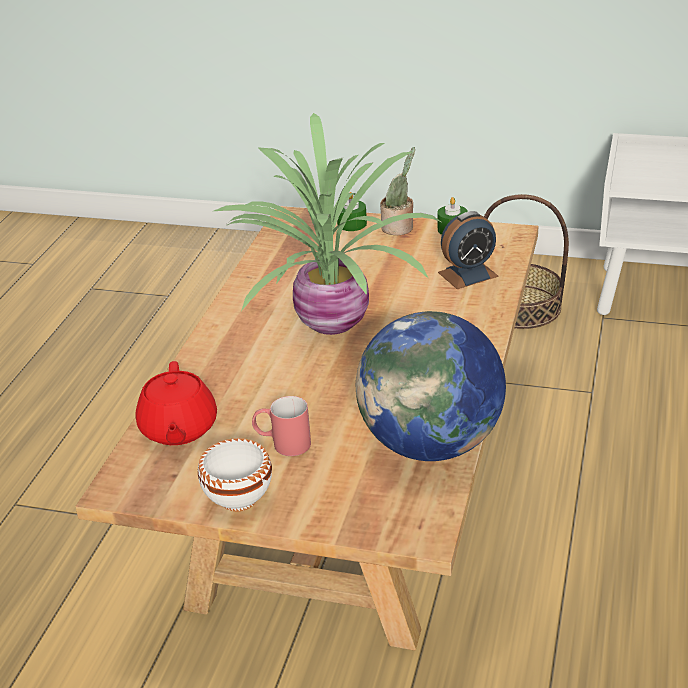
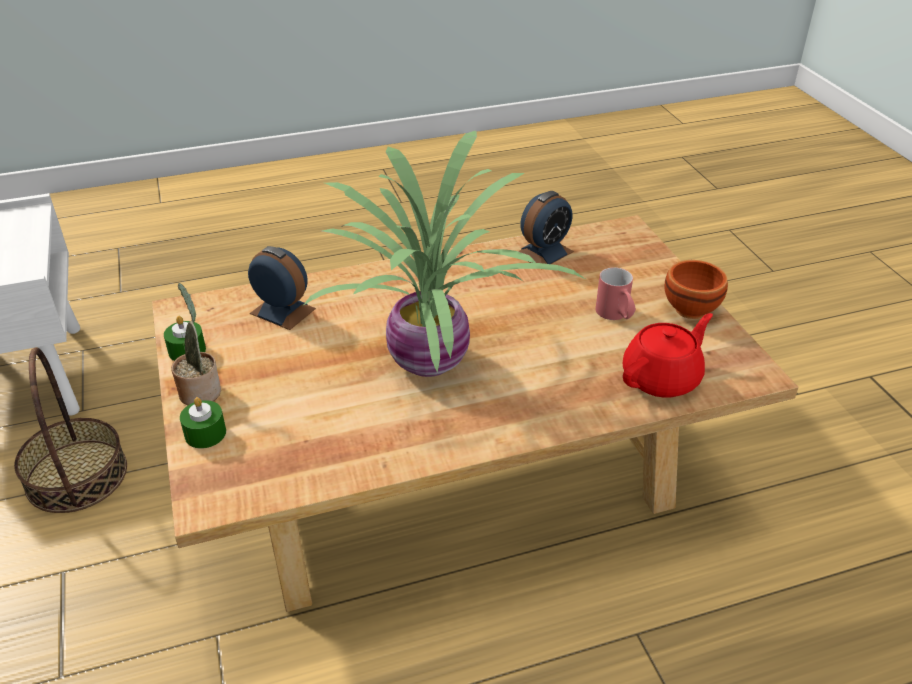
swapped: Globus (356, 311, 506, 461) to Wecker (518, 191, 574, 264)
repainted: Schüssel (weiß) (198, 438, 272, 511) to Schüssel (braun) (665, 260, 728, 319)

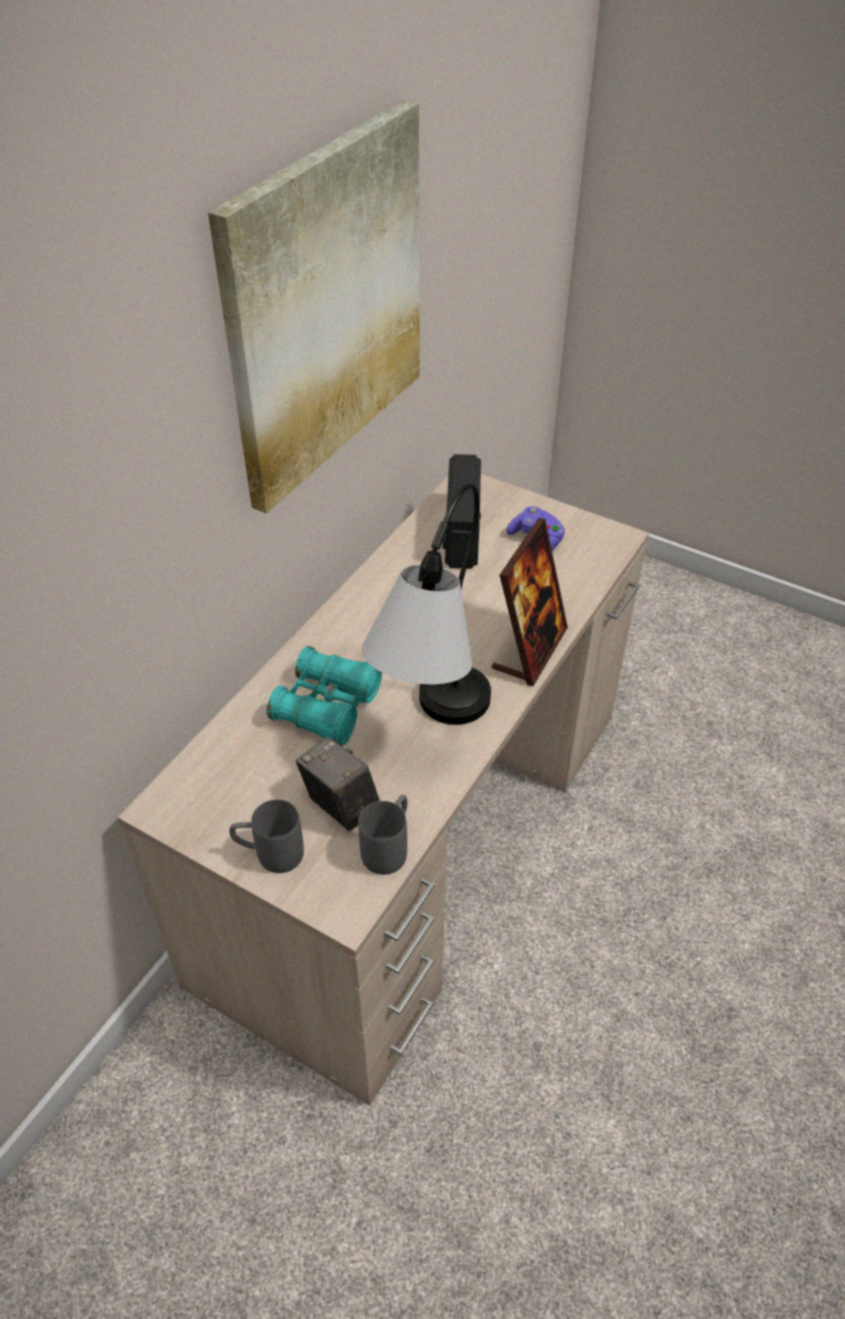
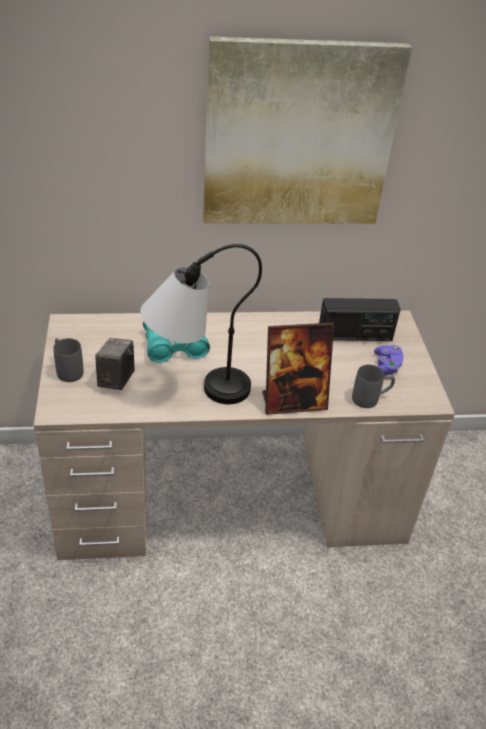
shifted: Henkelbecher (grau) (358, 795, 407, 875) to (352, 365, 395, 408)
rotated: Radio (442, 454, 481, 569) = (319, 298, 401, 341) 150 degrees counterclockwise

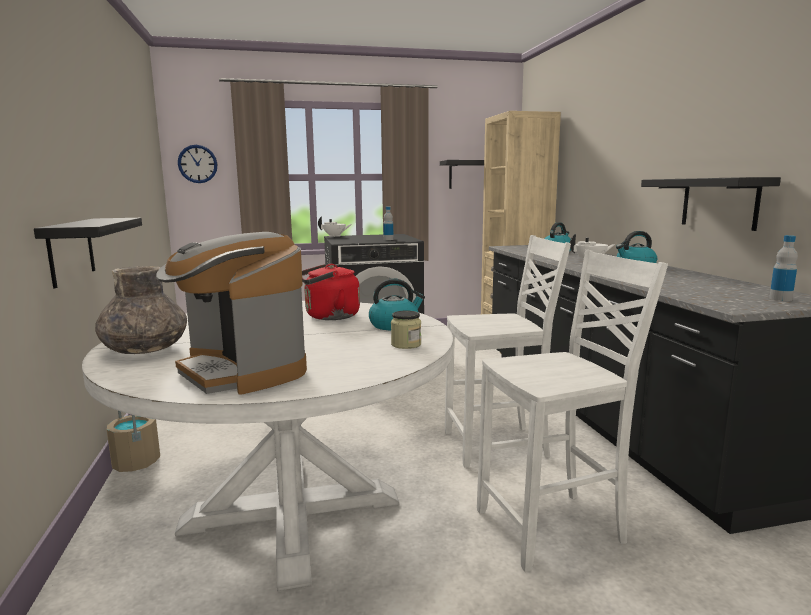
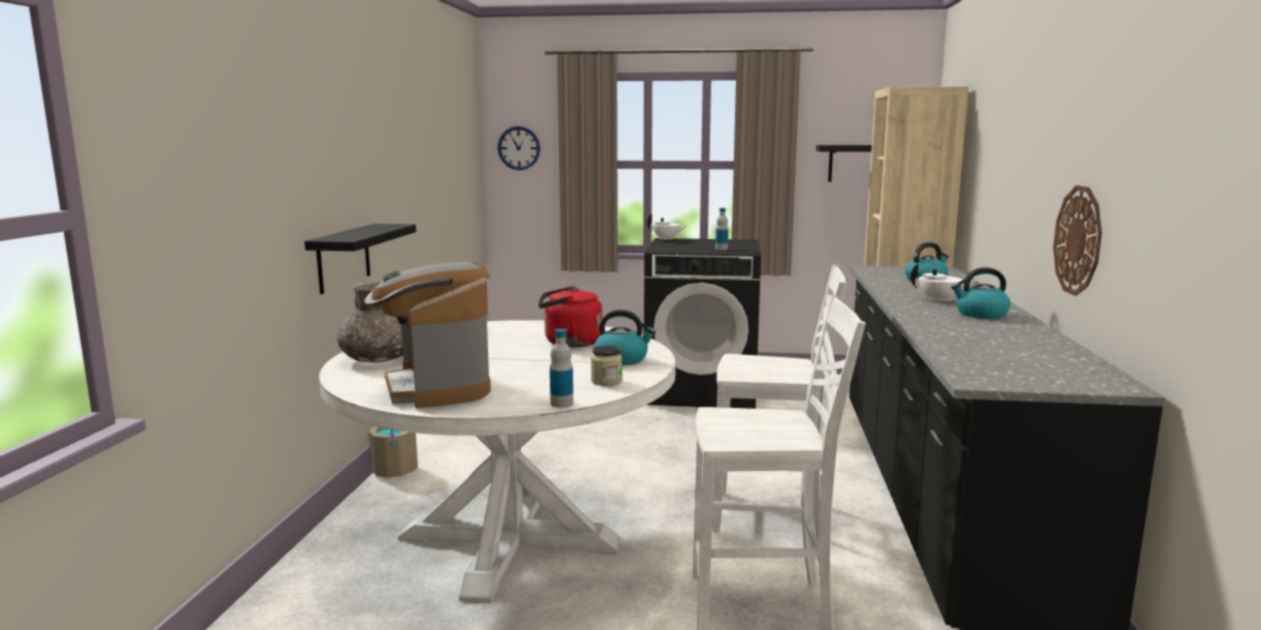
shifted: Flasche (769, 235, 798, 301) to (550, 329, 573, 408)
swapped: Wandregal (schwarz) (641, 177, 781, 231) to Wanduhr (1053, 185, 1102, 296)

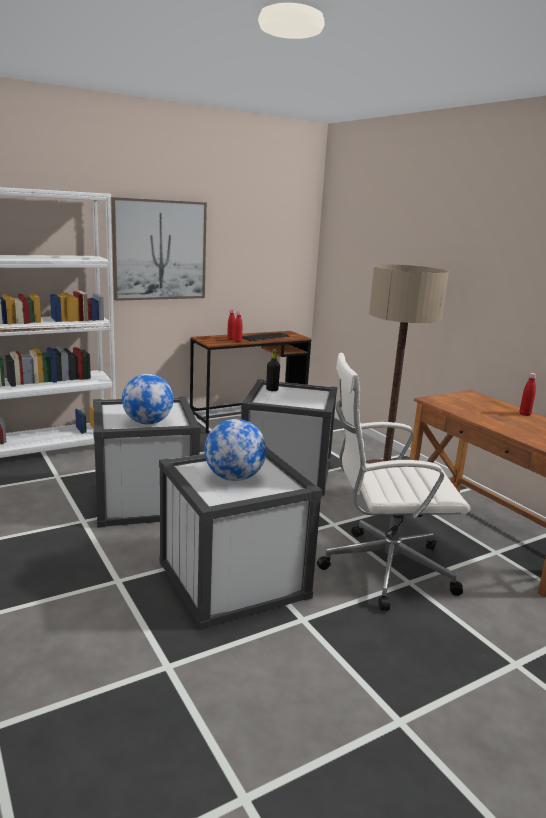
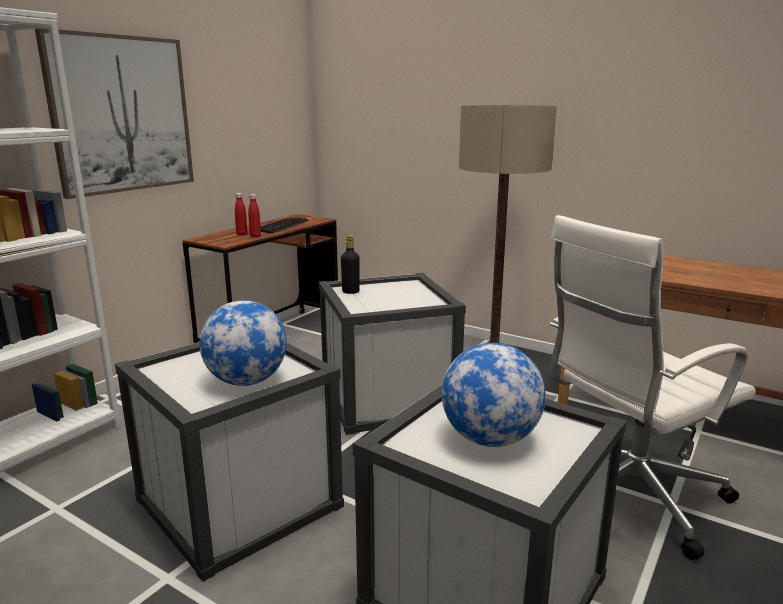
gone: Flasche (rot) (520, 373, 537, 416)

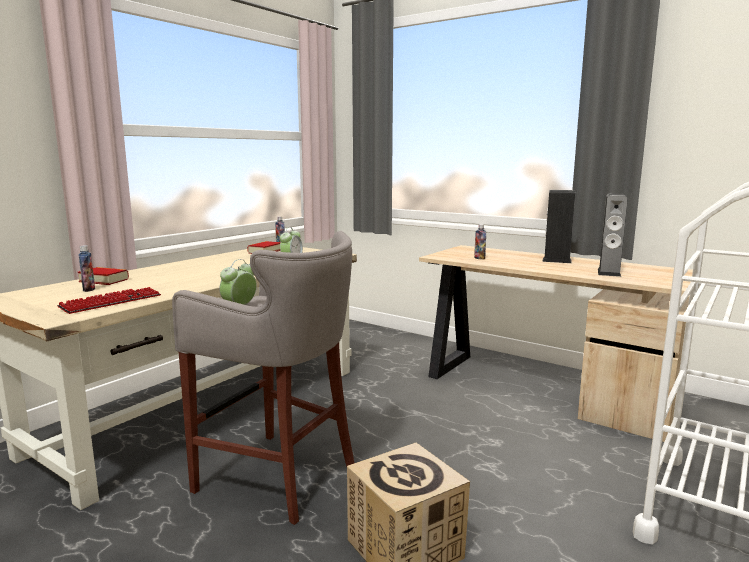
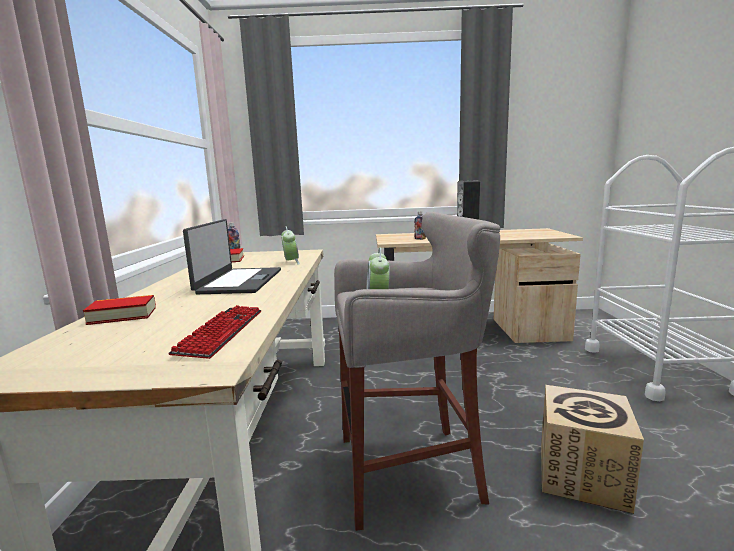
gone: Flasche (79, 245, 95, 292); Lautsprecher (598, 194, 628, 277)
new: Laptop (183, 219, 281, 294)

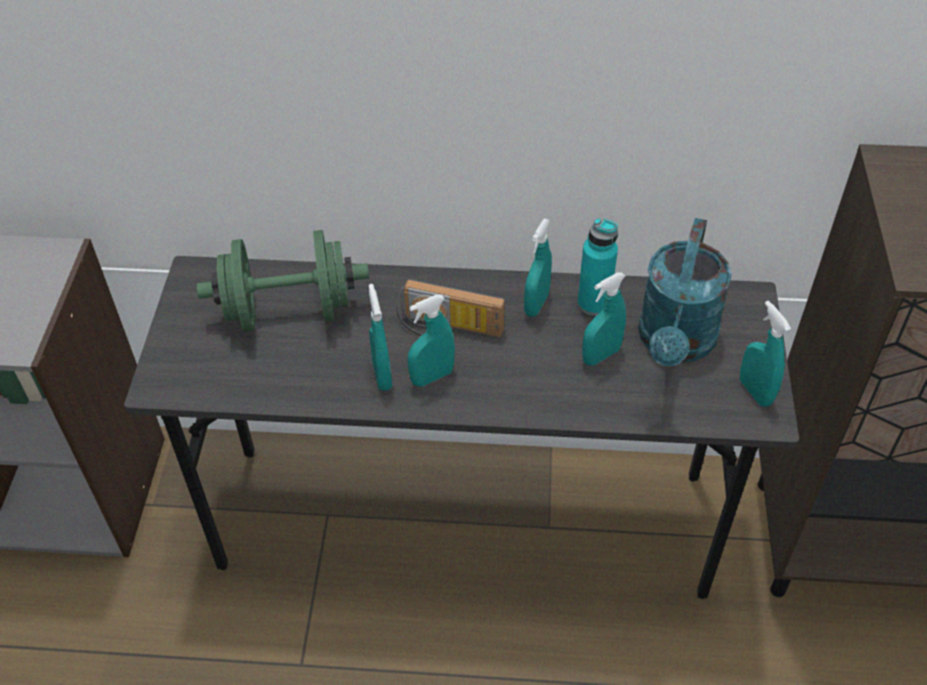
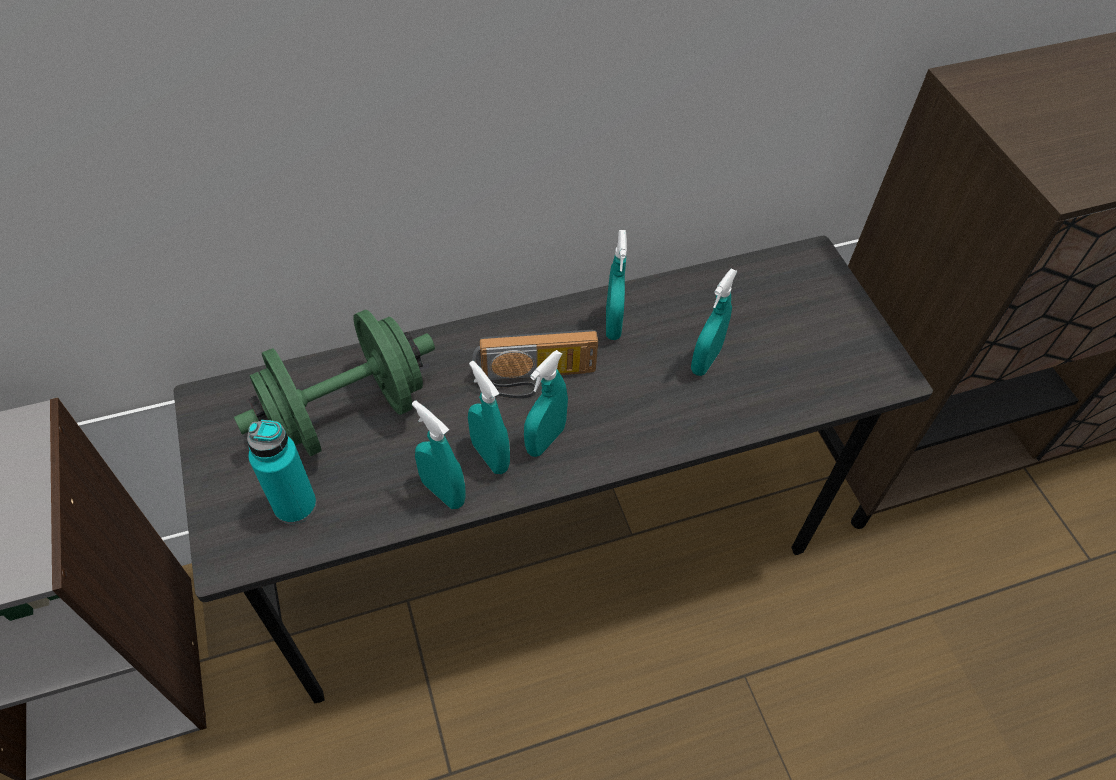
gone: Gießkanne (türkis) (638, 218, 732, 366)
shifted: Flasche (türkis) (577, 218, 618, 316) to (247, 420, 317, 524); Sprühflasche (türkis) (740, 301, 791, 407) to (412, 400, 466, 509)

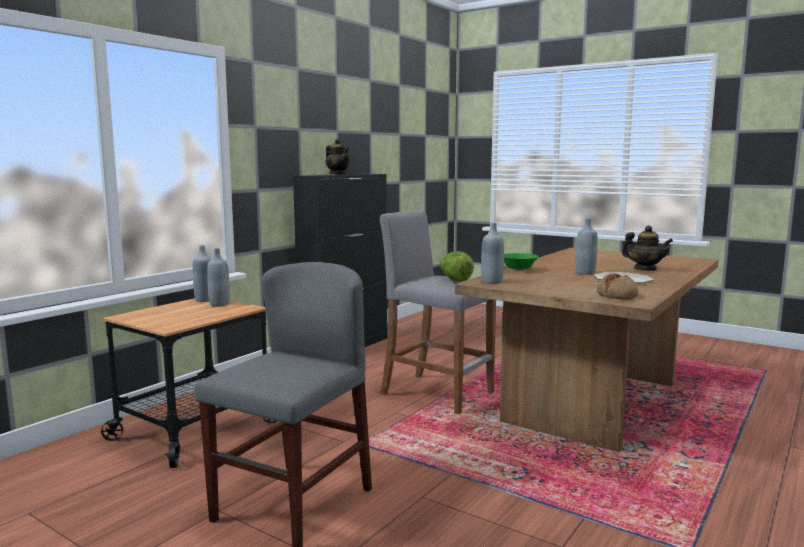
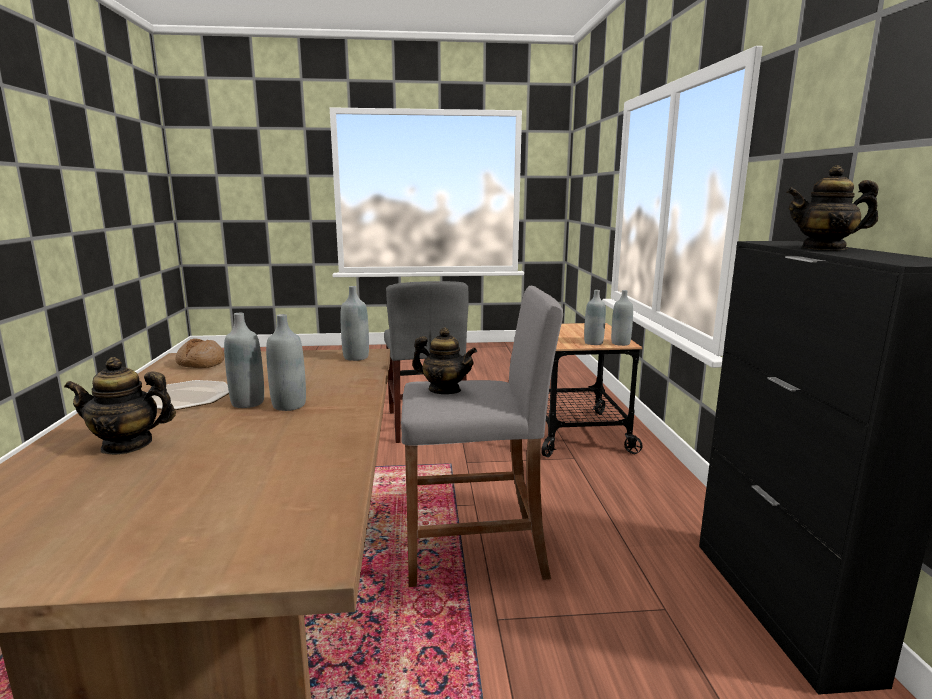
gone: Schüssel (grün) (504, 253, 539, 271)
new: Flasche (grau) (266, 314, 306, 411)
swapped: Salatkopf (440, 251, 474, 282) to Teekanne (412, 328, 477, 394)

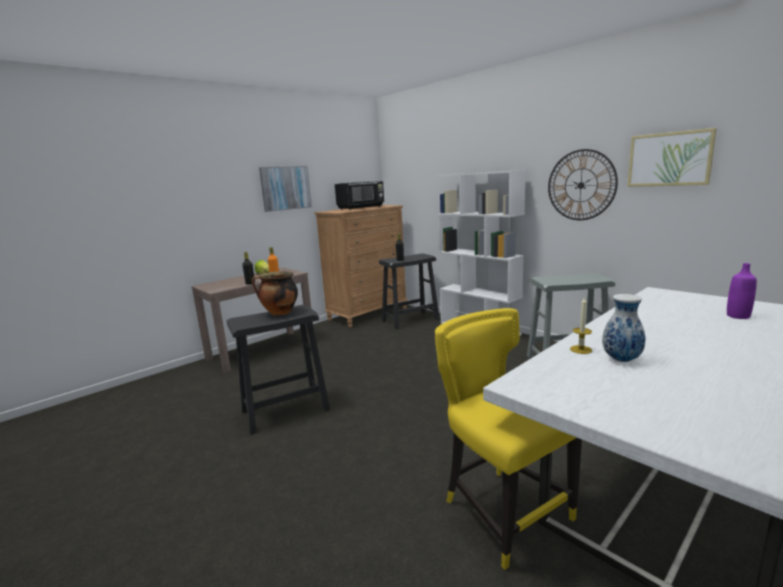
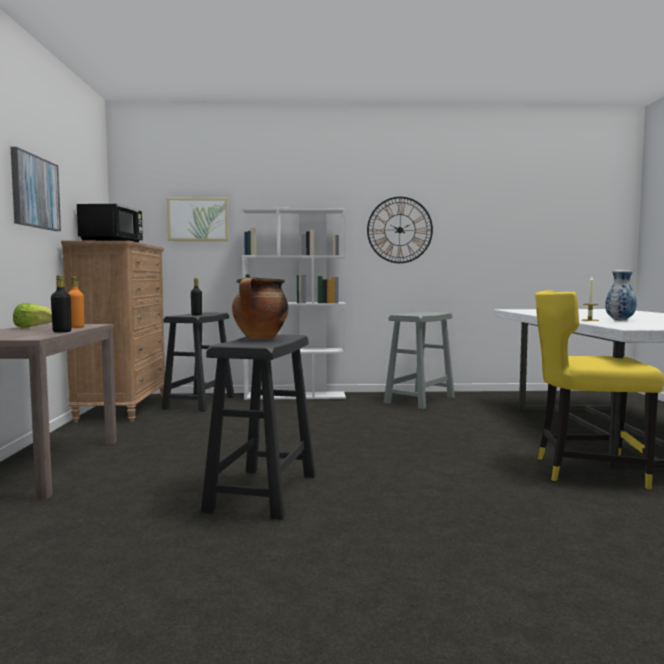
gone: Flasche (lila) (727, 263, 757, 319)
shifted: Bild (627, 128, 717, 187) to (167, 197, 229, 241)

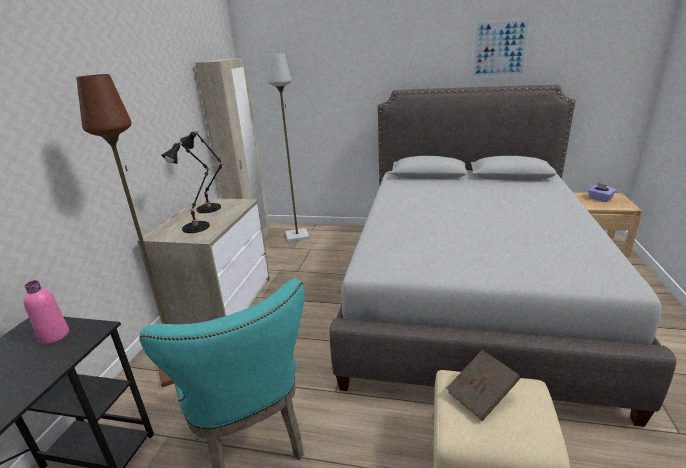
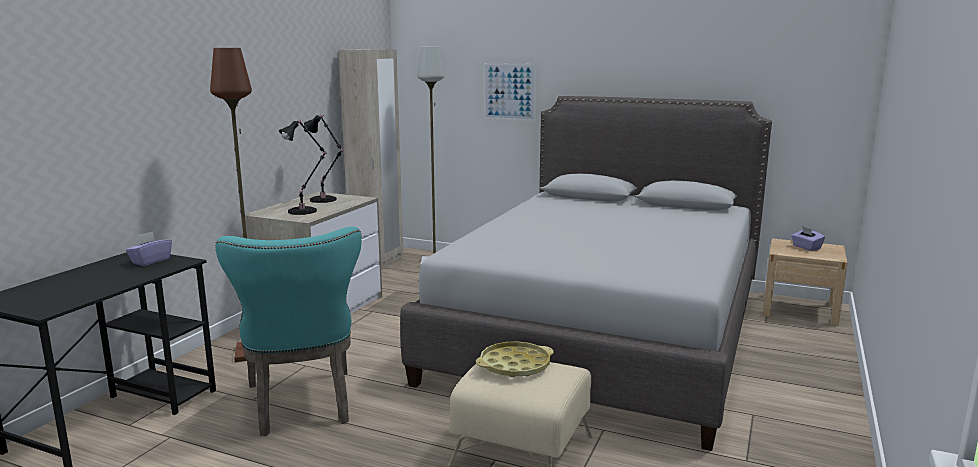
shifted: Bild (471, 18, 531, 78) to (484, 63, 536, 121)
swapped: Flasche (rosa) (23, 280, 69, 344) to Taschentuchbox (lila) (126, 231, 172, 266); Buch (braun) (447, 350, 520, 421) to Tablett (gelb) (476, 342, 554, 377)

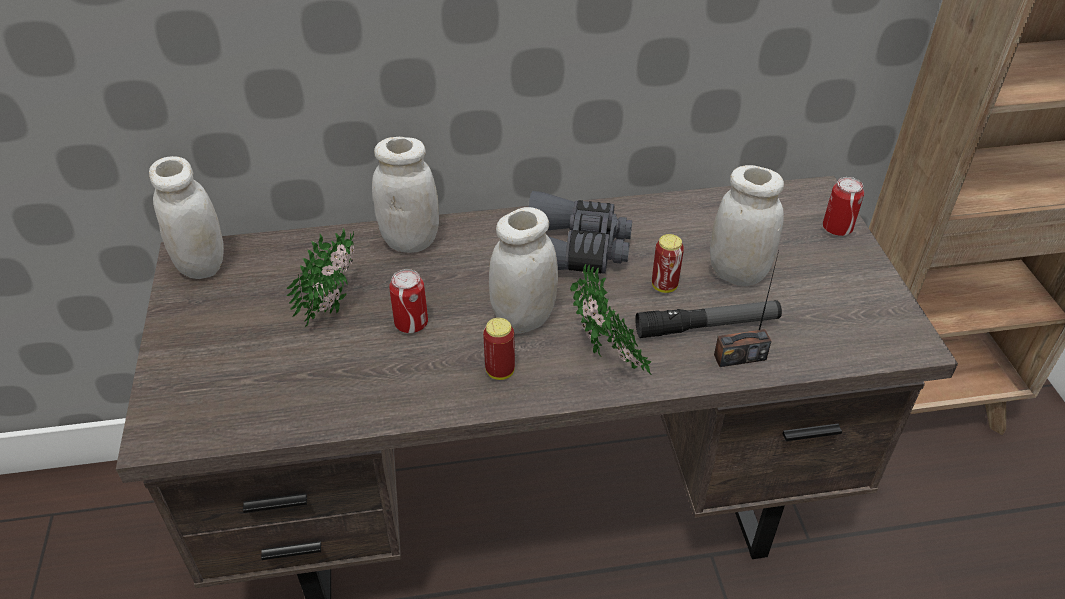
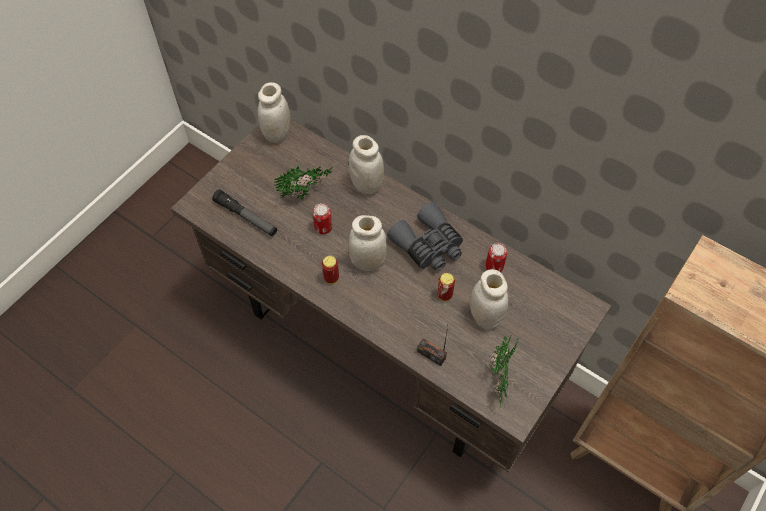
shifted: Topfpflanze (570, 264, 653, 376) to (491, 335, 519, 408); Taschenlampe (635, 300, 782, 338) to (212, 189, 277, 236); Dose (823, 177, 864, 236) to (485, 243, 507, 272)

